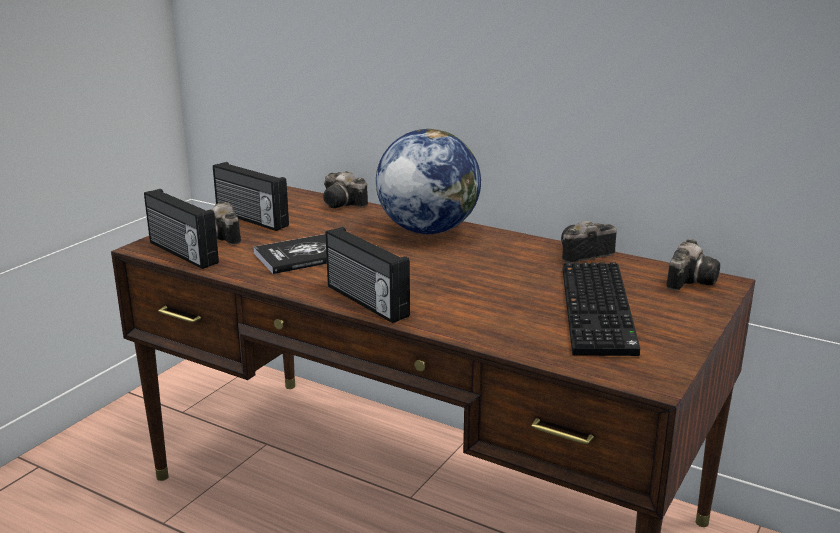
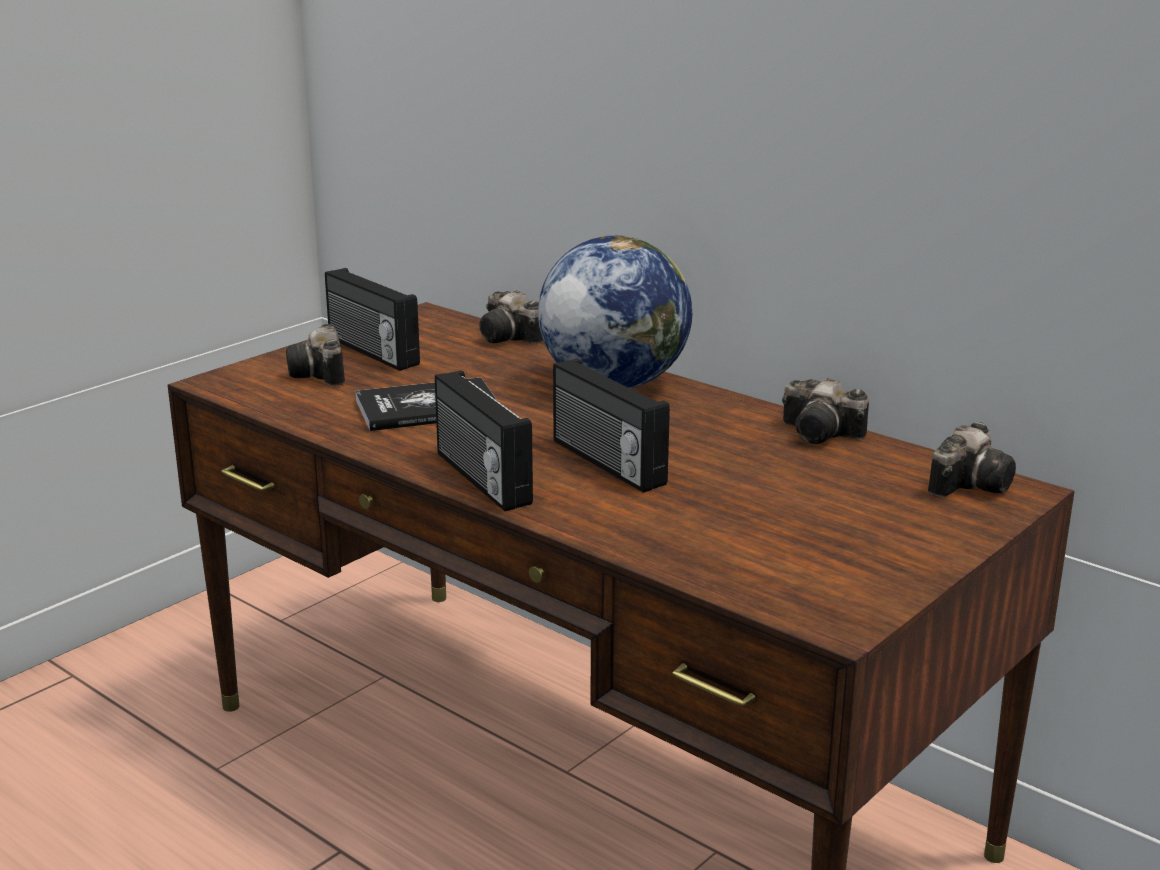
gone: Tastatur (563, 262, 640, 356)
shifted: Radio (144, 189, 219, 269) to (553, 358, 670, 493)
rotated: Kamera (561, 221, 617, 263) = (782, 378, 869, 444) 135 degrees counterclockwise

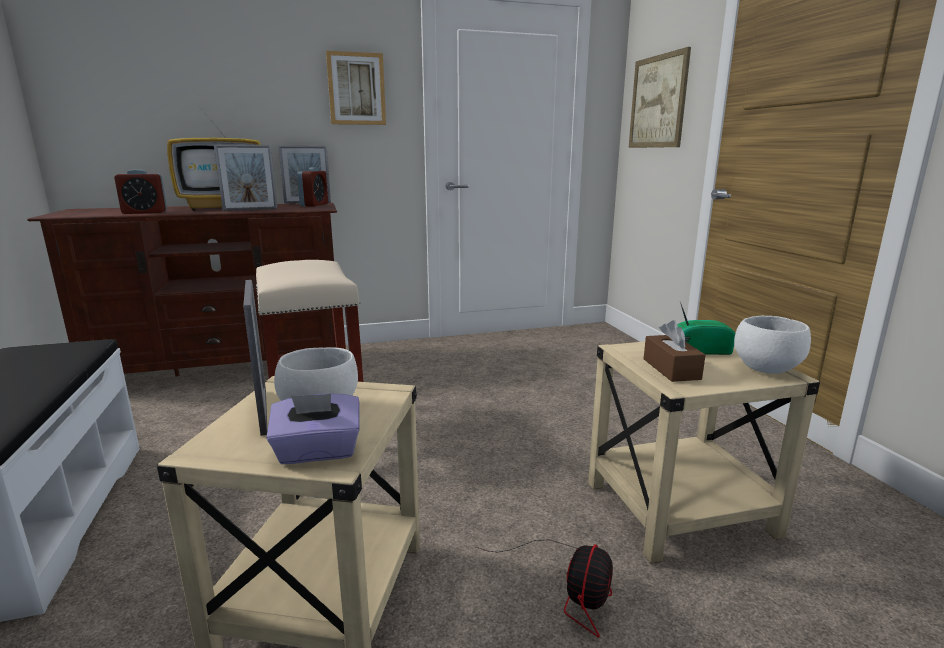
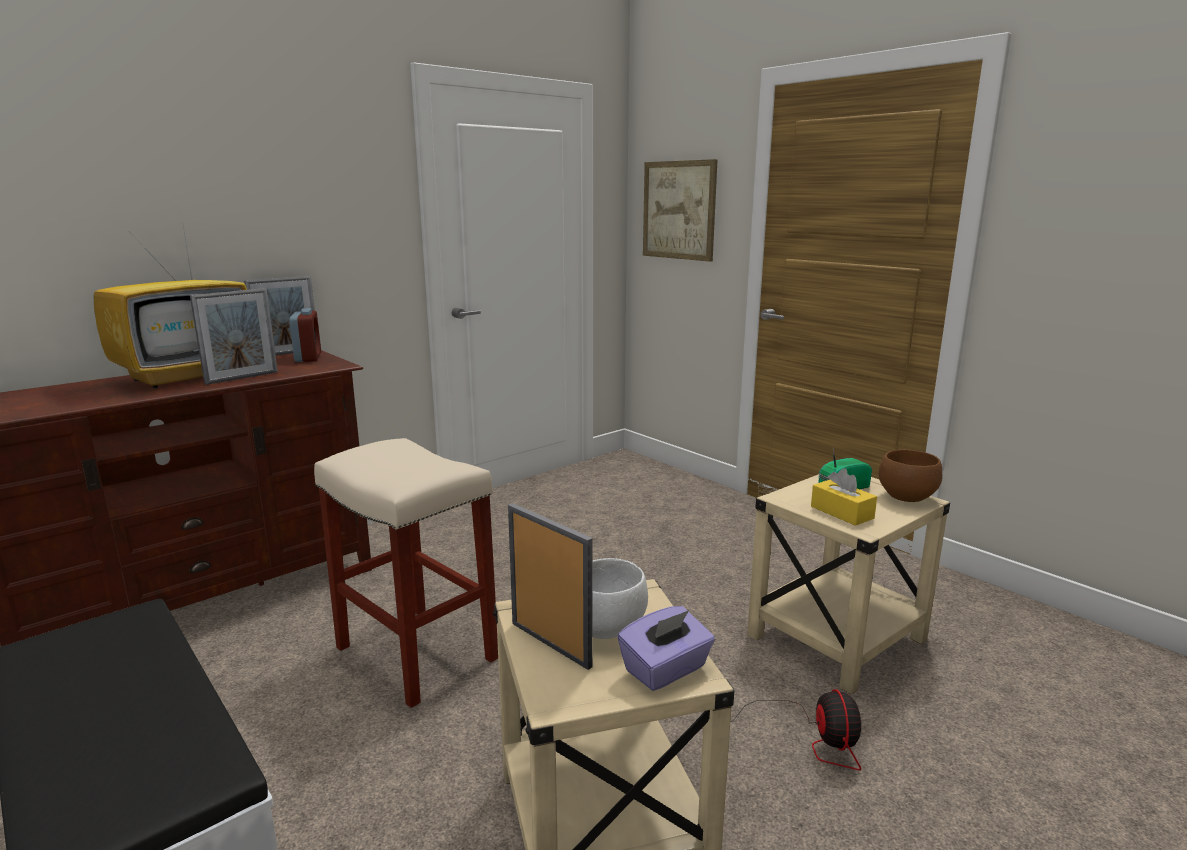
gone: Wecker (114, 169, 167, 214); Bild (326, 51, 386, 125)
repainted: Taschentuchbox (braun) (644, 320, 706, 382) to Taschentuchbox (gelb) (811, 468, 877, 526); Schüssel (weiß) (734, 316, 811, 374) to Schüssel (braun) (879, 449, 942, 502)

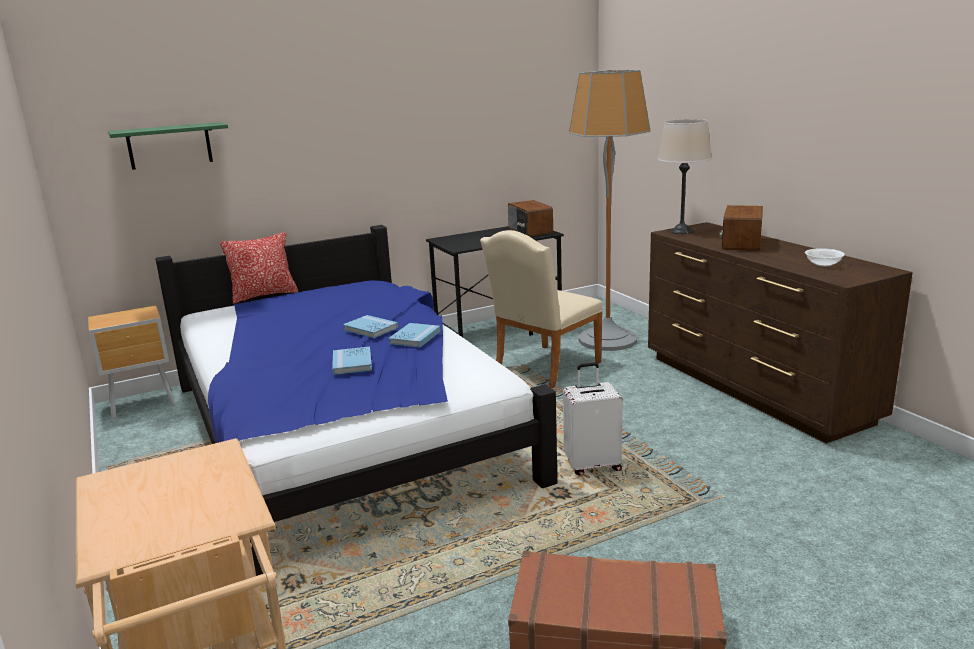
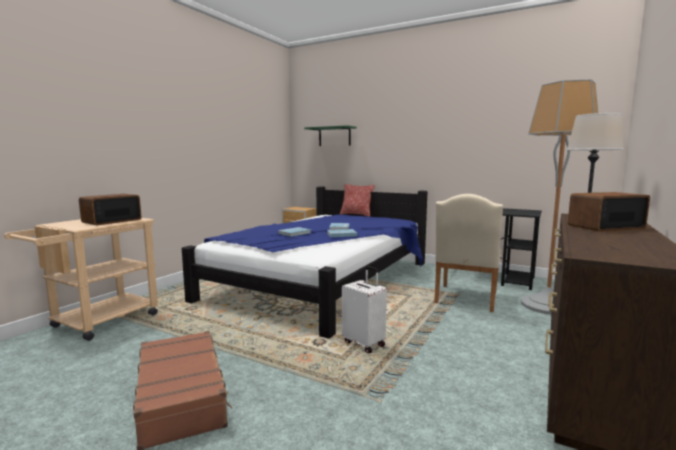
gone: Schüssel (805, 248, 845, 267)
shifted: Radio (508, 200, 553, 237) to (79, 194, 142, 225)
rotated: Stuhl (beige) (480, 230, 603, 388) = (434, 194, 503, 312) 75 degrees counterclockwise

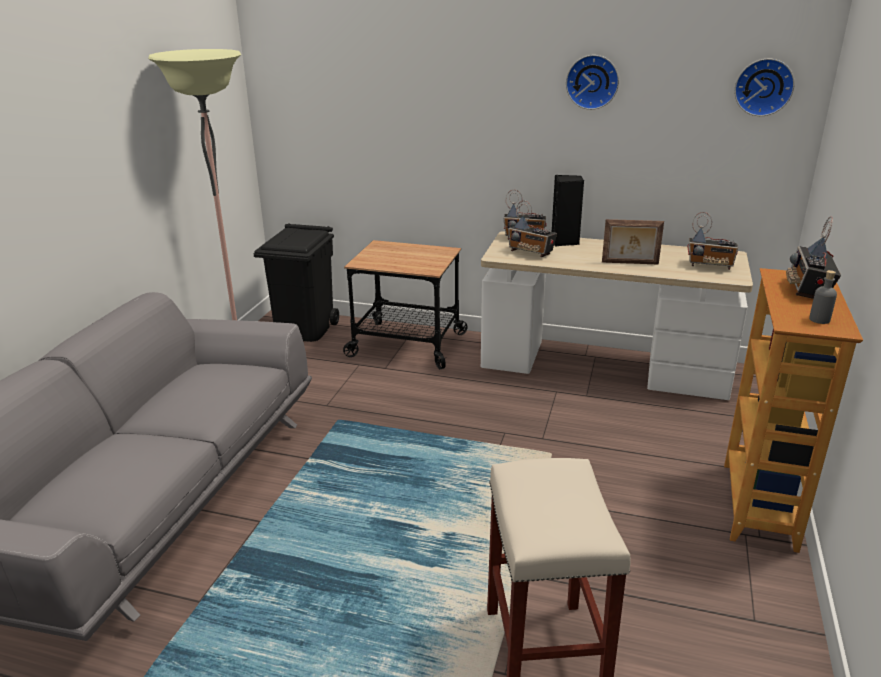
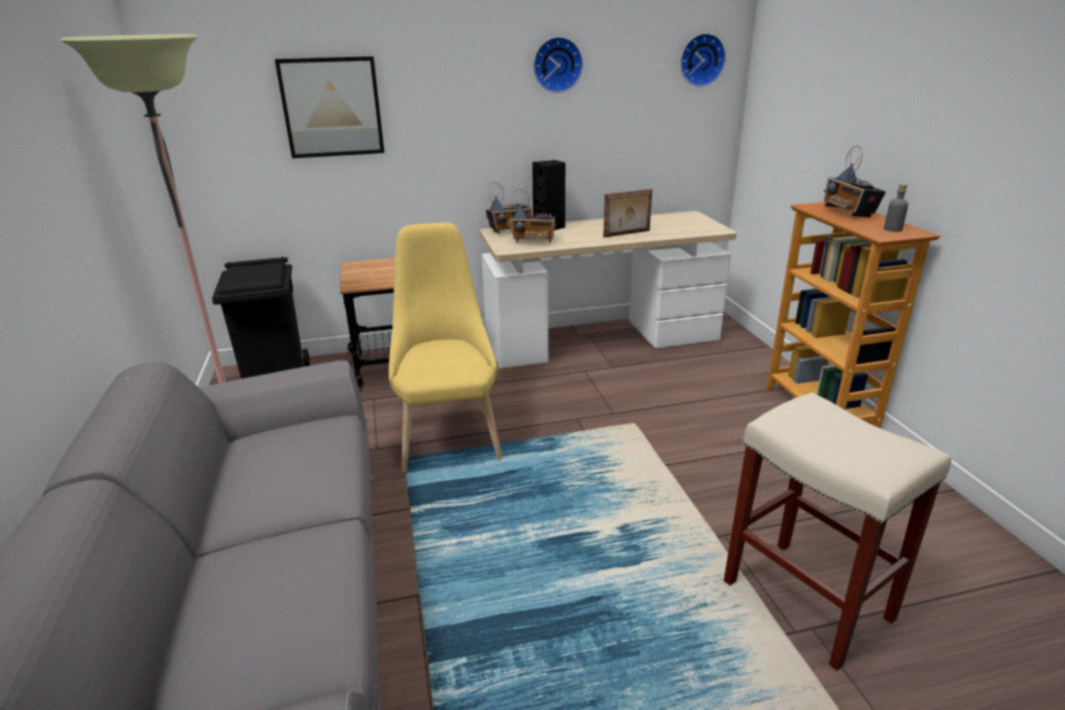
gone: Radio (687, 212, 738, 270)
new: Bild (275, 56, 384, 158); Stuhl (gelb) (389, 223, 502, 472)

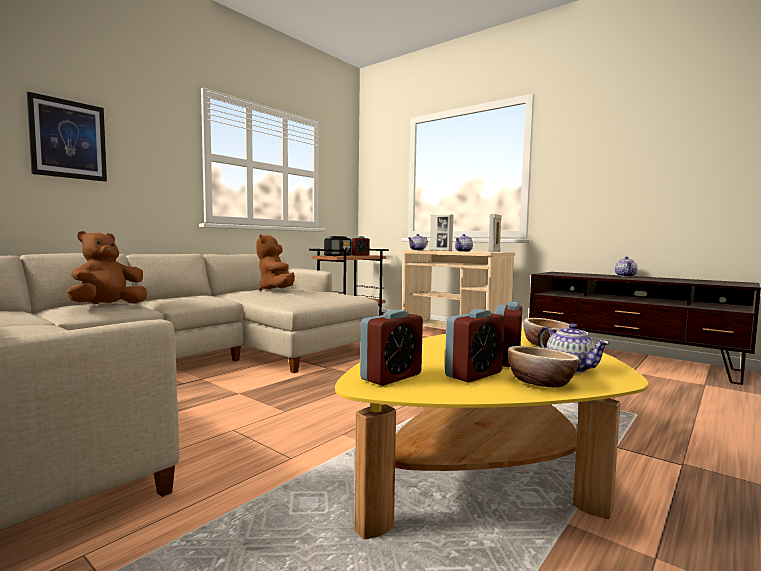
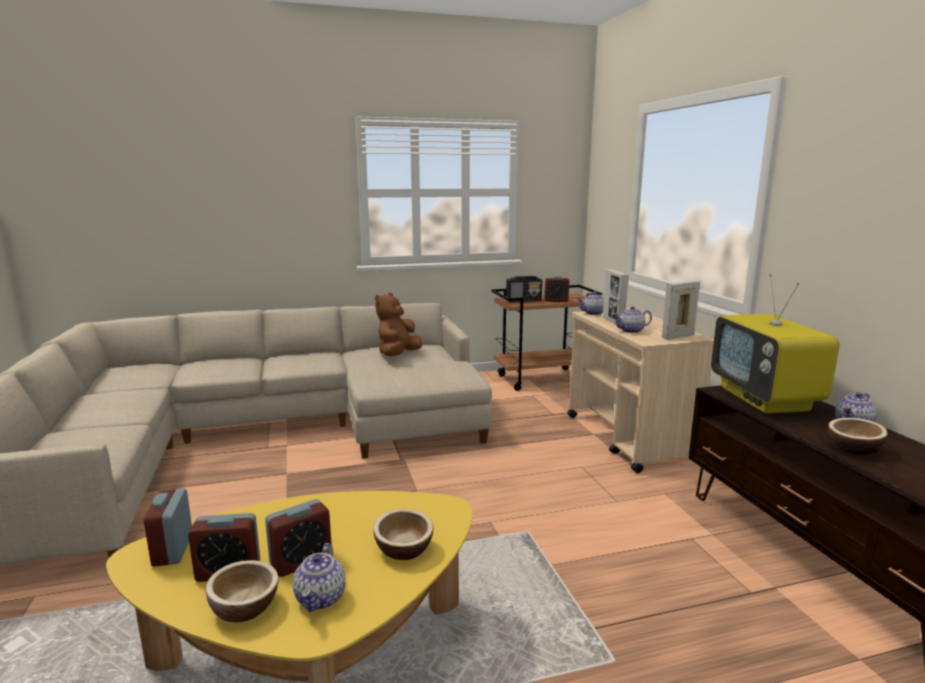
gone: Bild (27, 92, 107, 182); Plüschtier (braun) (67, 231, 147, 304)
new: Fernseher (711, 274, 840, 414); Schüssel (828, 418, 888, 455)
rotated: Wecker (360, 309, 423, 386) = (144, 489, 192, 567) 90 degrees clockwise

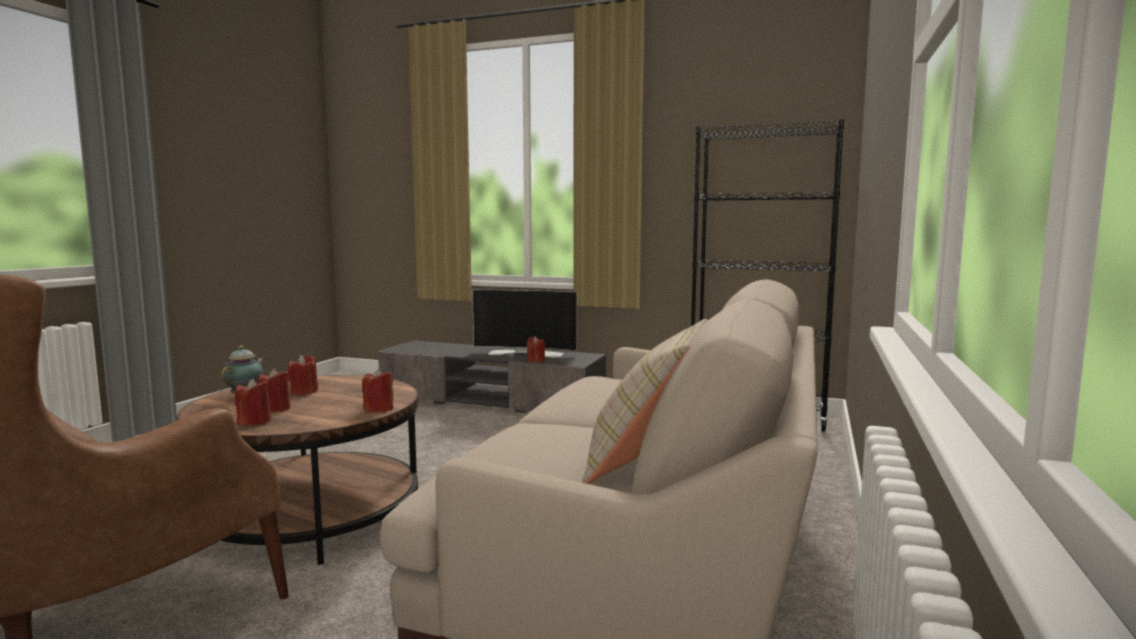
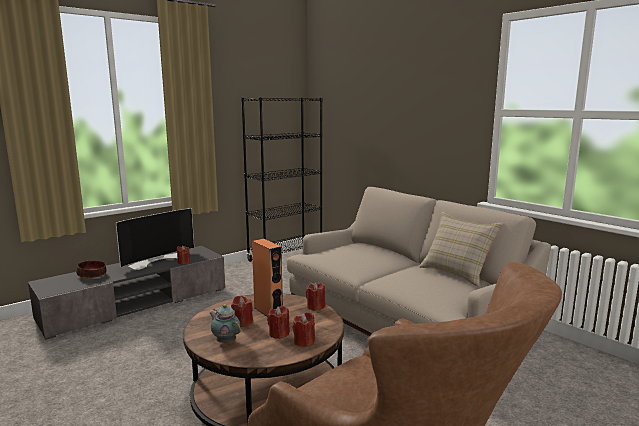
new: Schüssel (76, 261, 106, 278); Lautsprecher (orange) (252, 239, 283, 317)

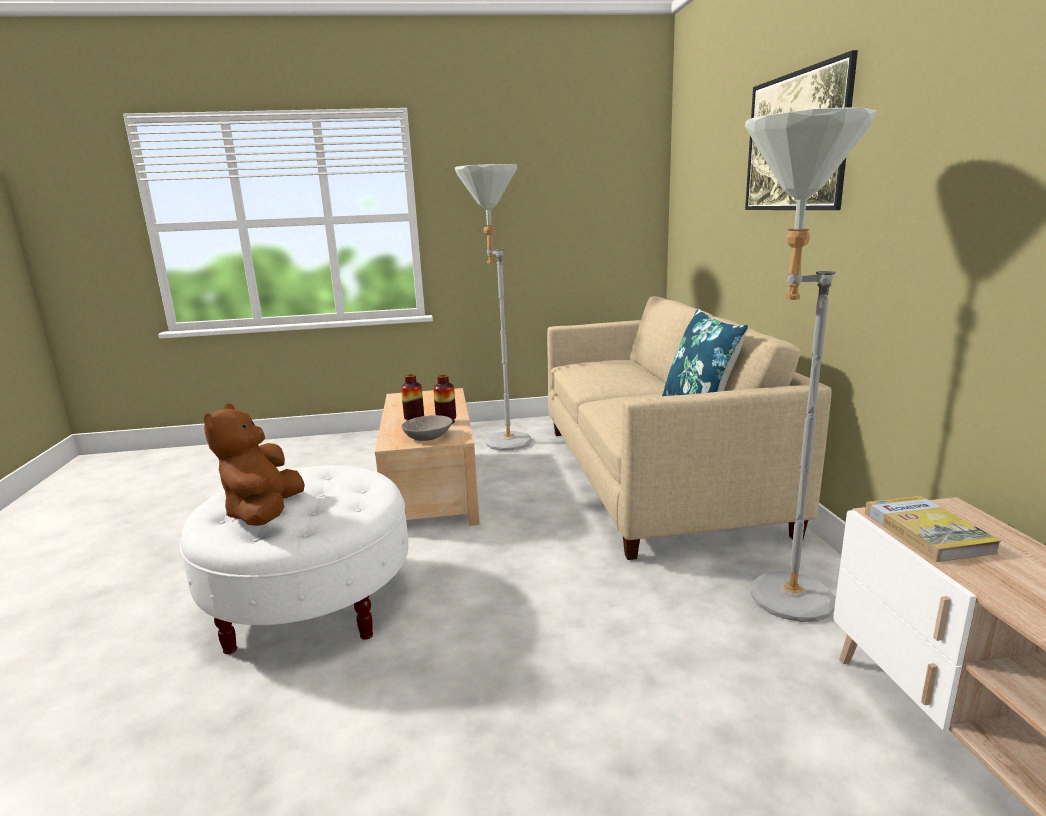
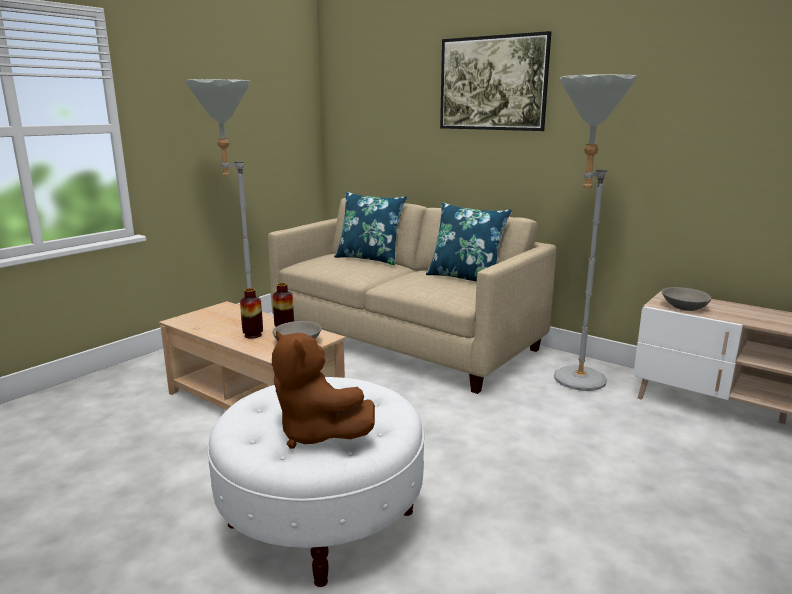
new: Kissen (blau) (334, 192, 407, 266)
swapped: Buch (865, 495, 1001, 562) to Schüssel (grau) (661, 287, 711, 311)

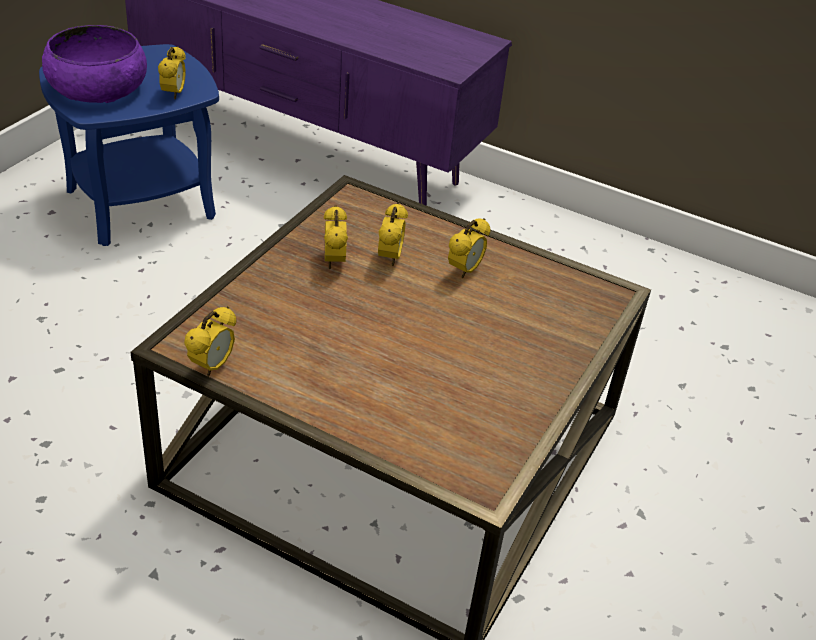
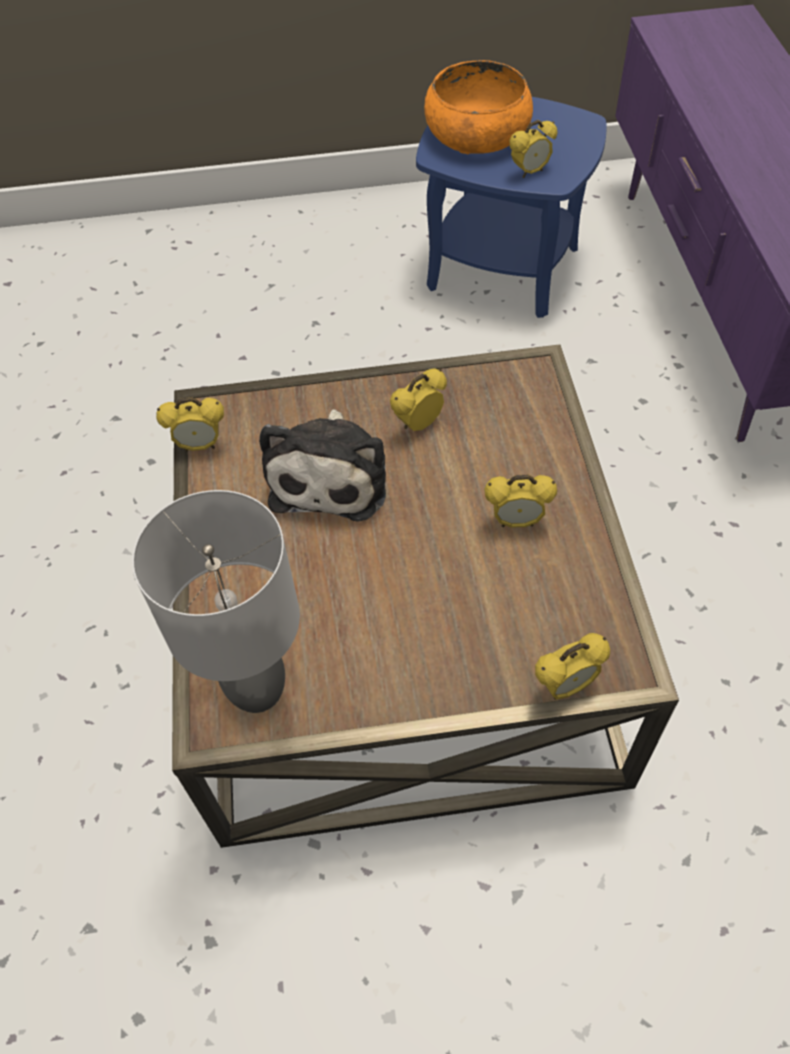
new: Tischlampe (grau) (132, 490, 300, 713); Plüschtier (259, 410, 386, 522)
shifted: Wecker (378, 203, 408, 266) to (535, 633, 610, 700)
repainted: Schüssel (lila) (42, 25, 147, 103) to Schüssel (orange) (424, 60, 533, 154)

